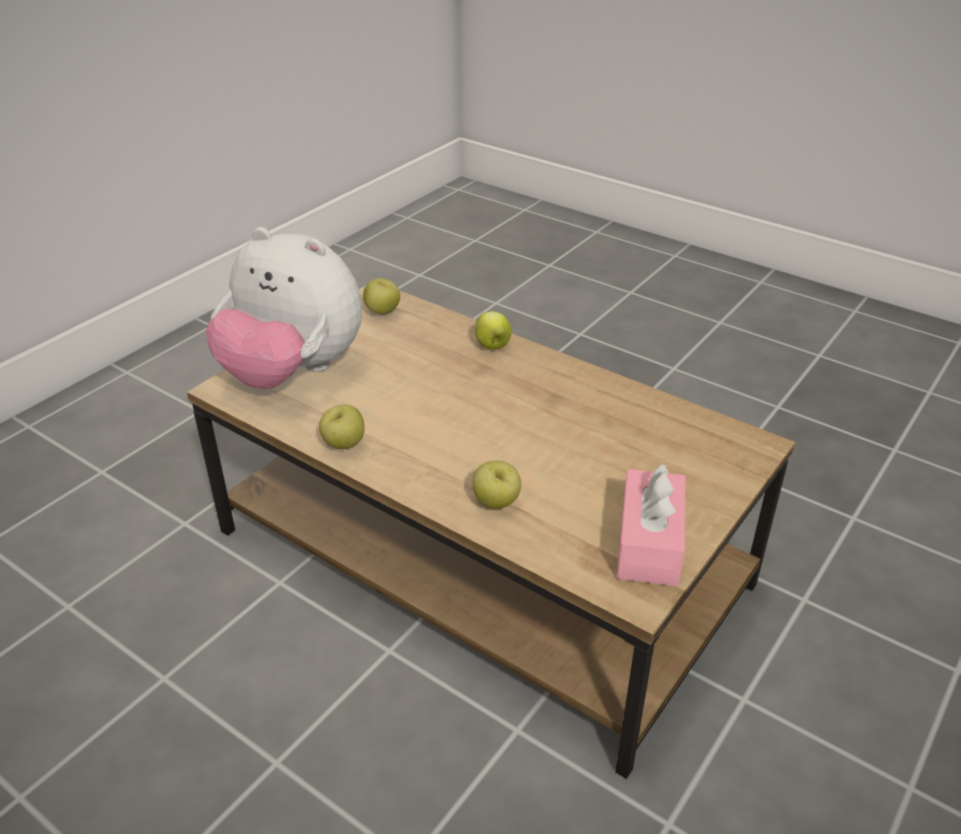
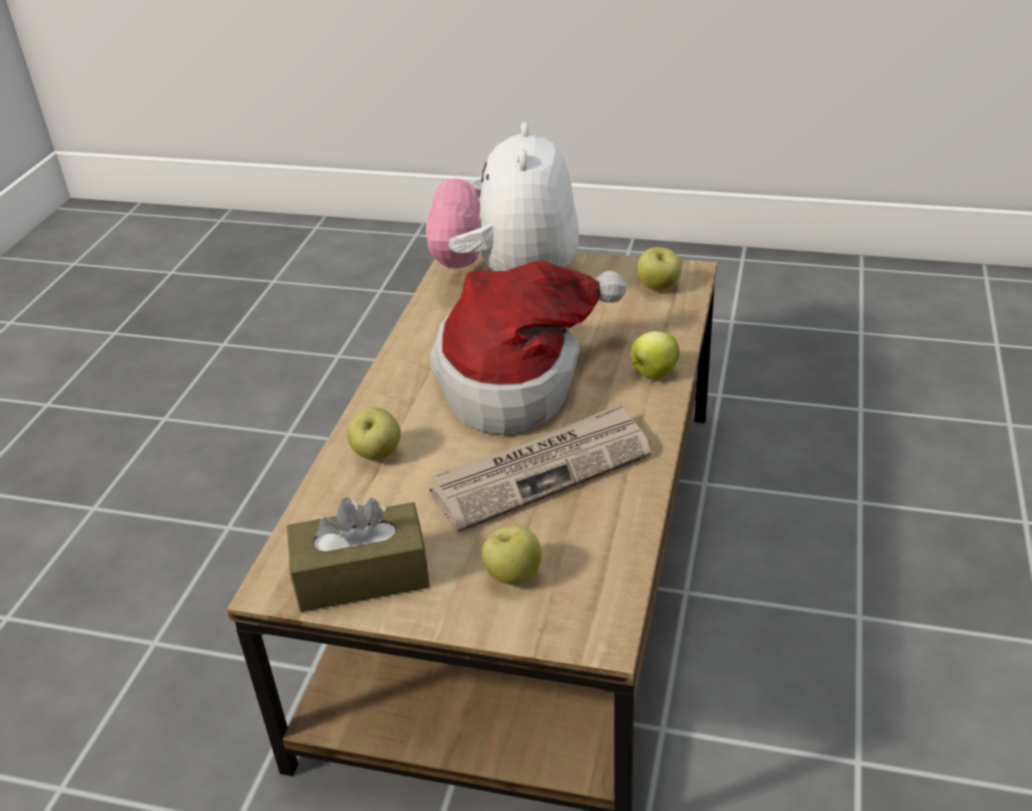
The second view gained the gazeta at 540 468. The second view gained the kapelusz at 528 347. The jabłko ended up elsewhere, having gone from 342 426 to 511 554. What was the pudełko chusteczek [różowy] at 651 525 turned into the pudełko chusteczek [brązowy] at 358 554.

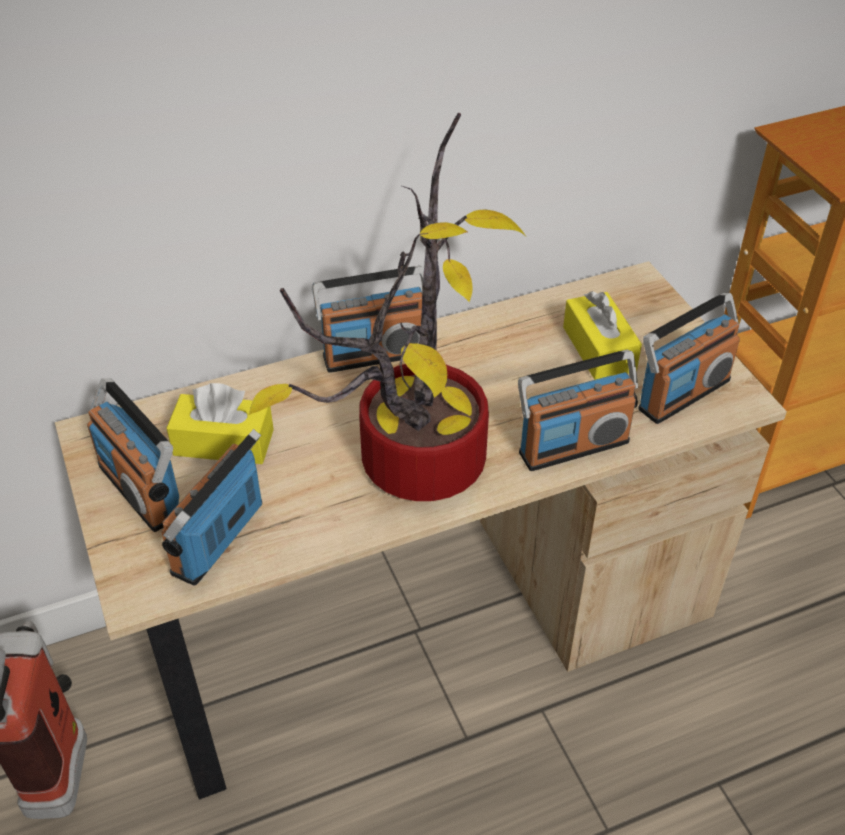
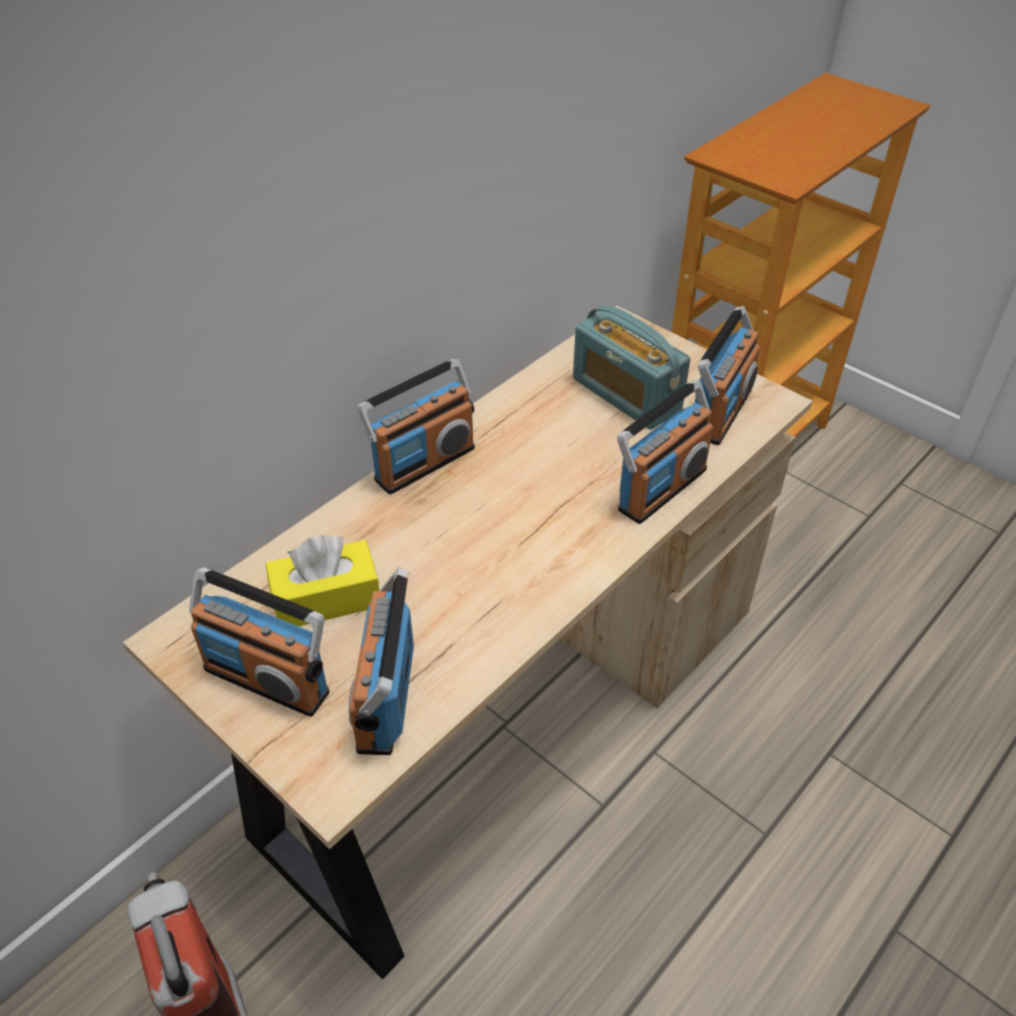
The second view lost the roślina doniczkowa at 387 307. Where the pudełko chusteczek [żółty] stood at 602 335, the radio came to stand at 631 367.

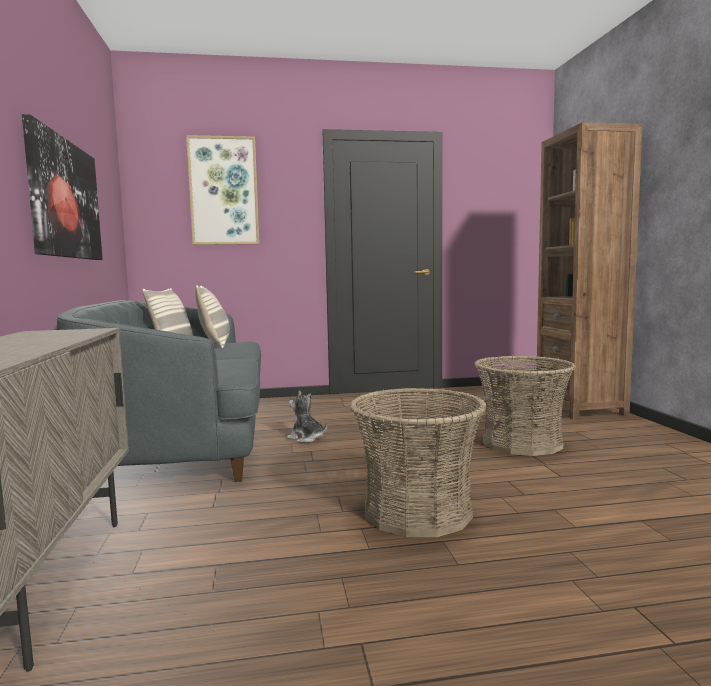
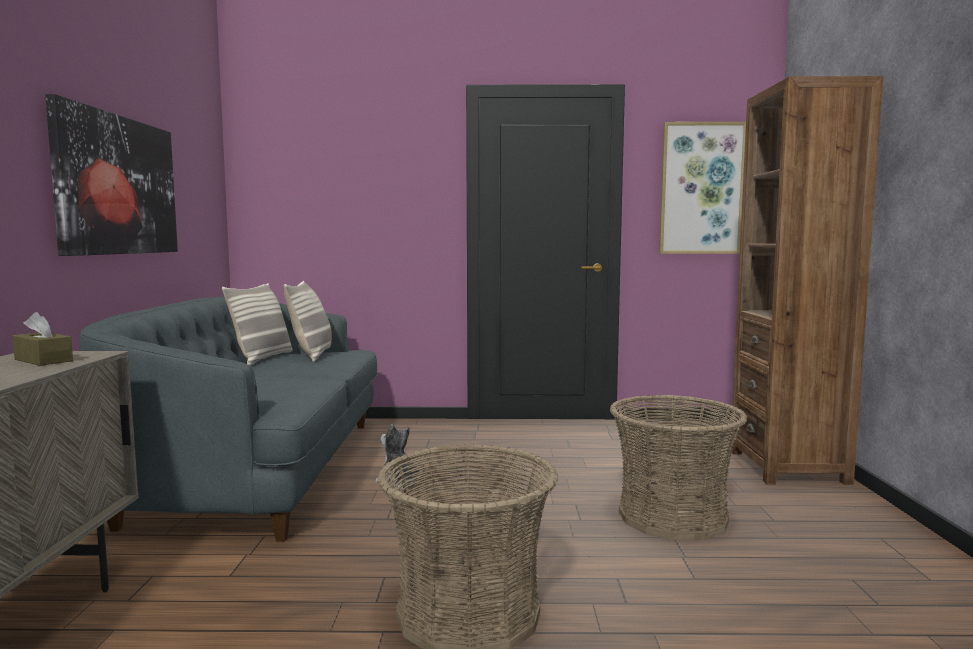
The second view gained the pudełko chusteczek [brązowy] at 42 339. The obraz ended up elsewhere, having gone from 222 190 to 702 188.

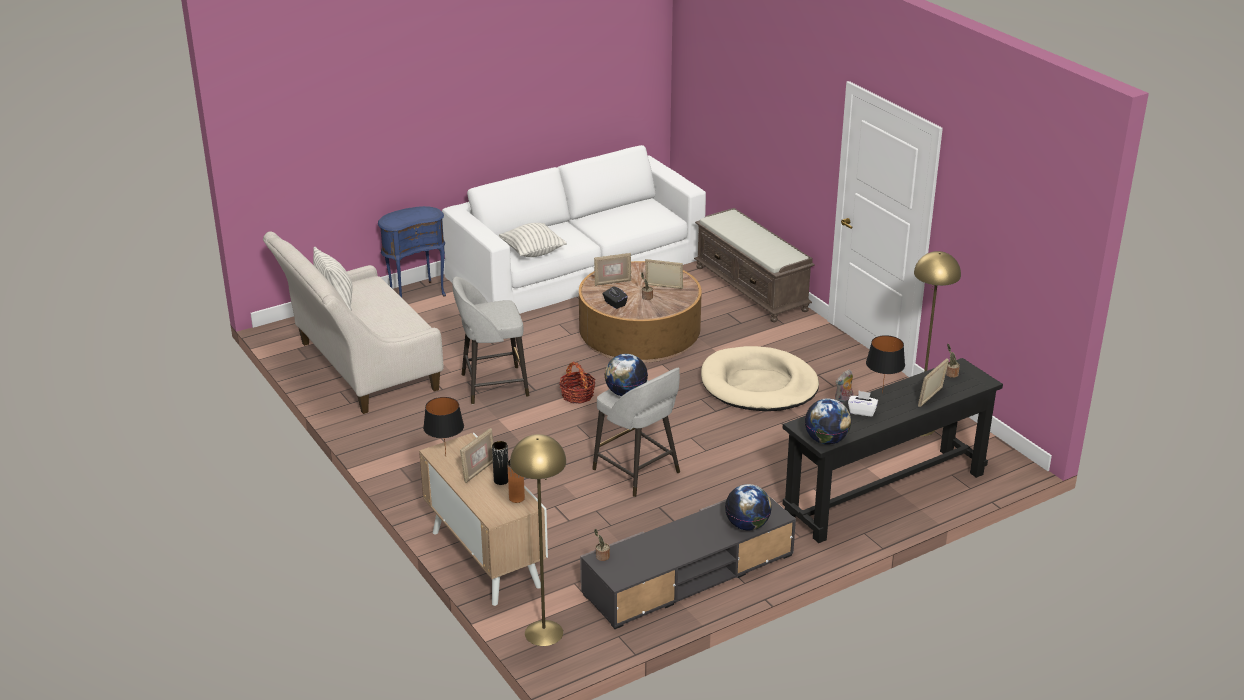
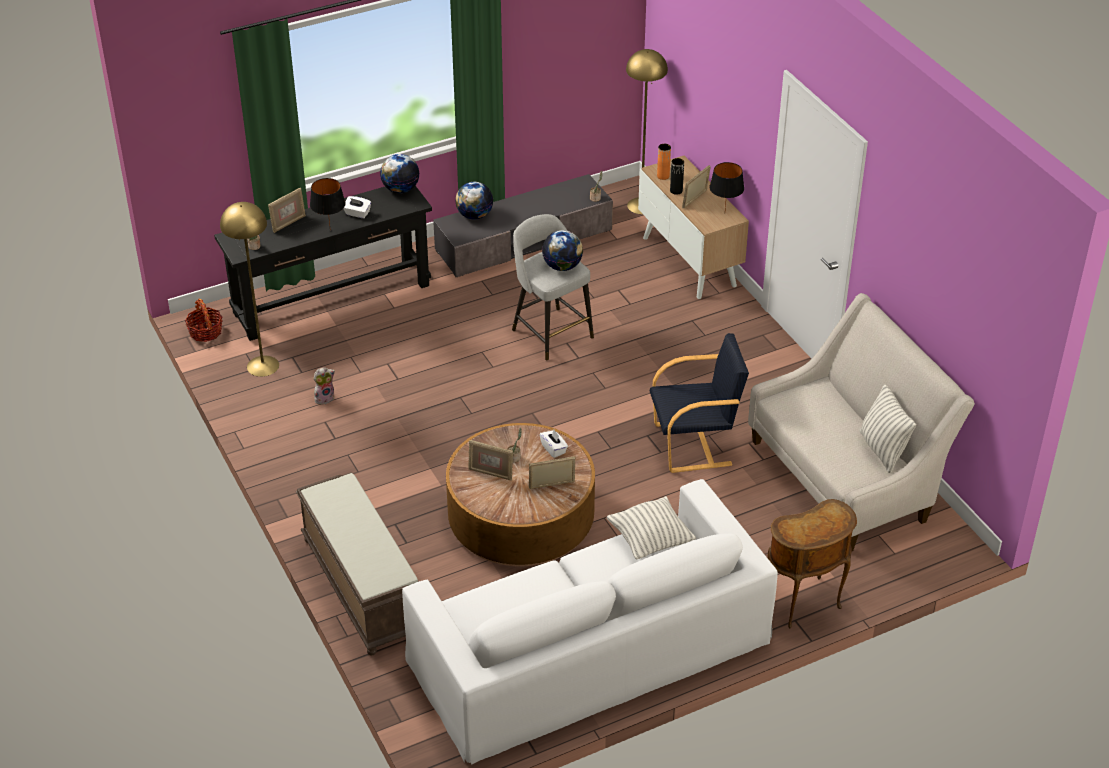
The second view lost the legowisko [beżowy] at 760 378. The koszyk ended up elsewhere, having gone from 577 382 to 204 320. Where the stołek [szary] stood at 490 340, the fotel [czarny] came to stand at 699 403. What was the stolik [niebieski] at 412 252 turned into the stolik [brązowy] at 812 564. What was the pudełko chusteczek [czarny] at 615 297 turned into the pudełko chusteczek [biały] at 554 444.

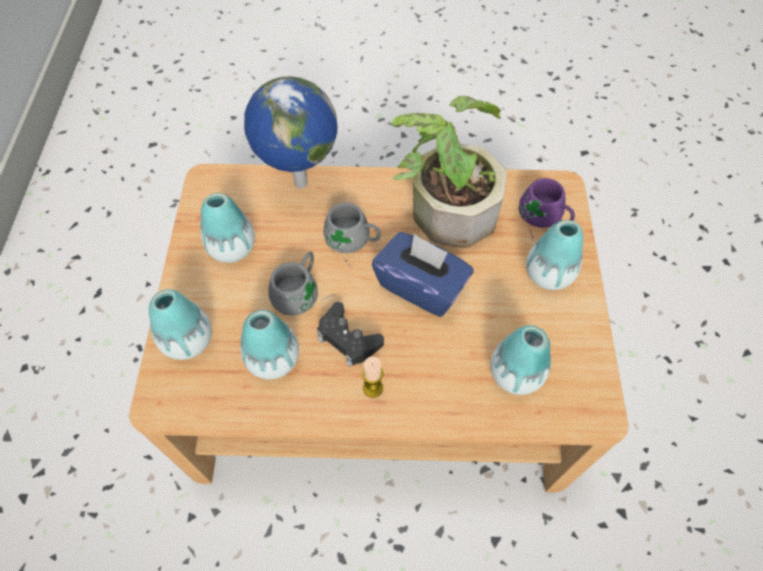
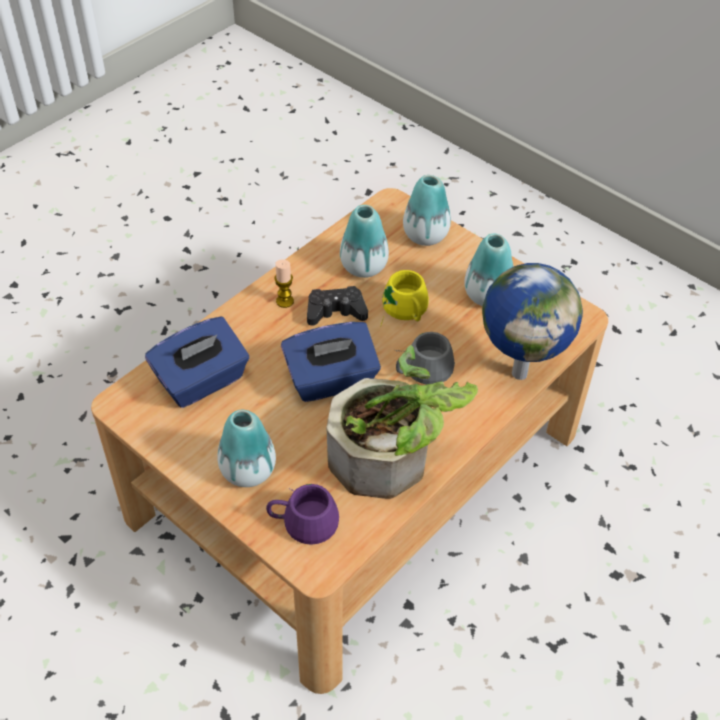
Where the wazon stood at 520 360, the pudełko chusteczek [niebieski] came to stand at 197 362. What was the kubek [szary] at 301 283 turned into the kubek [żółty] at 404 298.

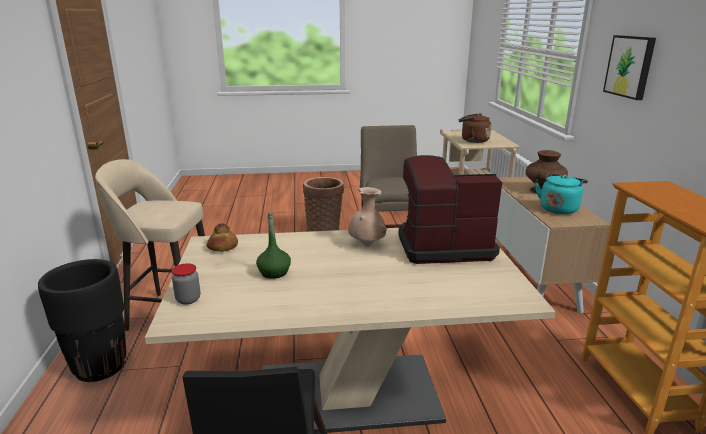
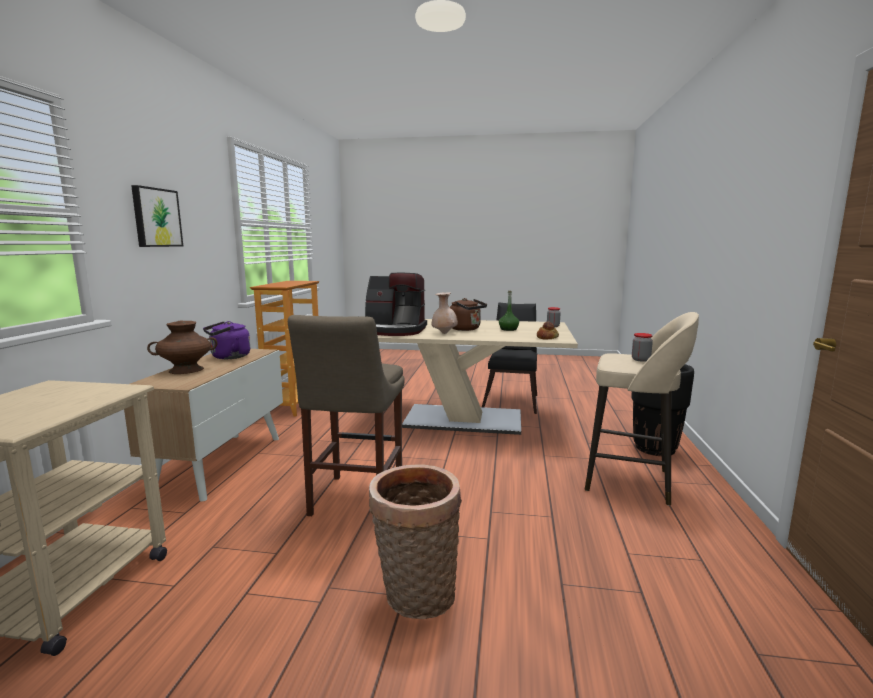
The second view gained the słoik at 642 347. The czajnik [brązowy] ended up elsewhere, having gone from 475 128 to 468 314. What was the czajnik [turkusowy] at 561 194 turned into the czajnik [fioletowy] at 226 340.

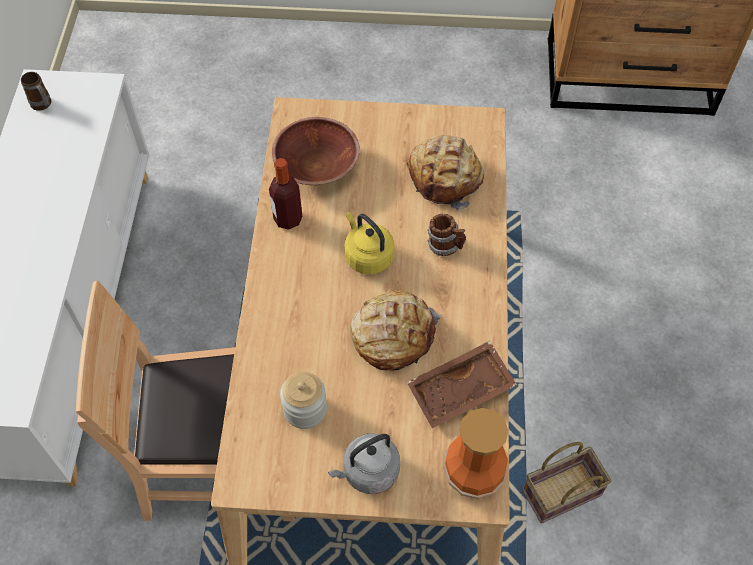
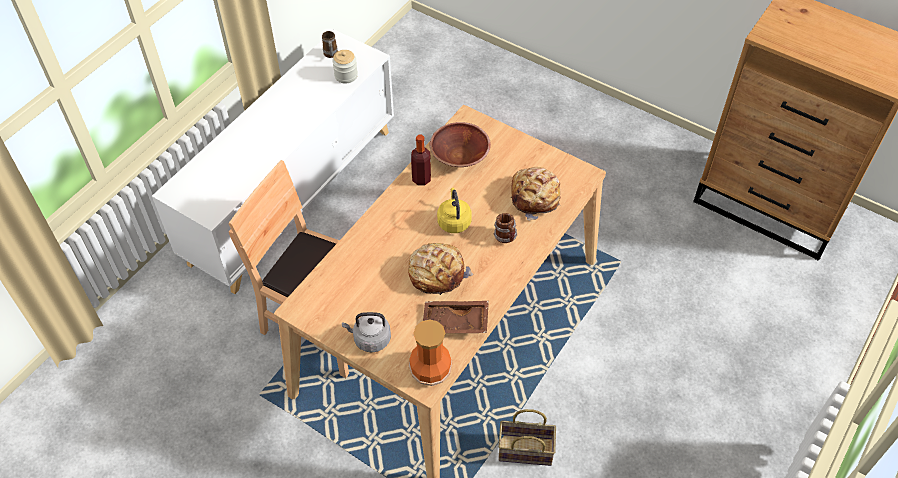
The słoik ended up elsewhere, having gone from 303 400 to 345 67.

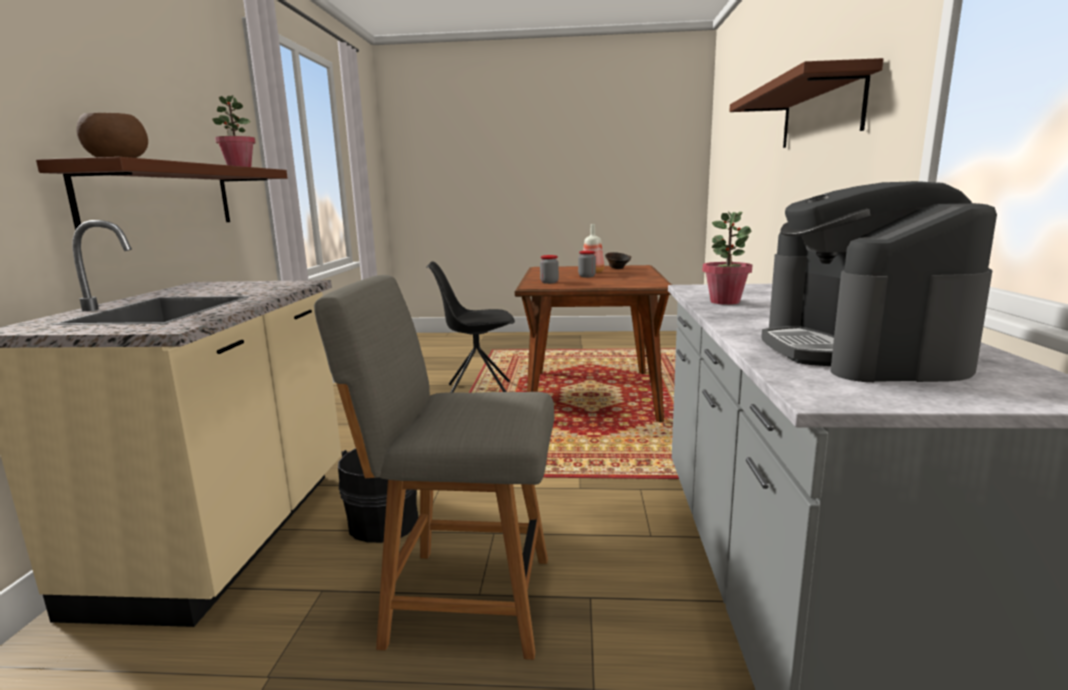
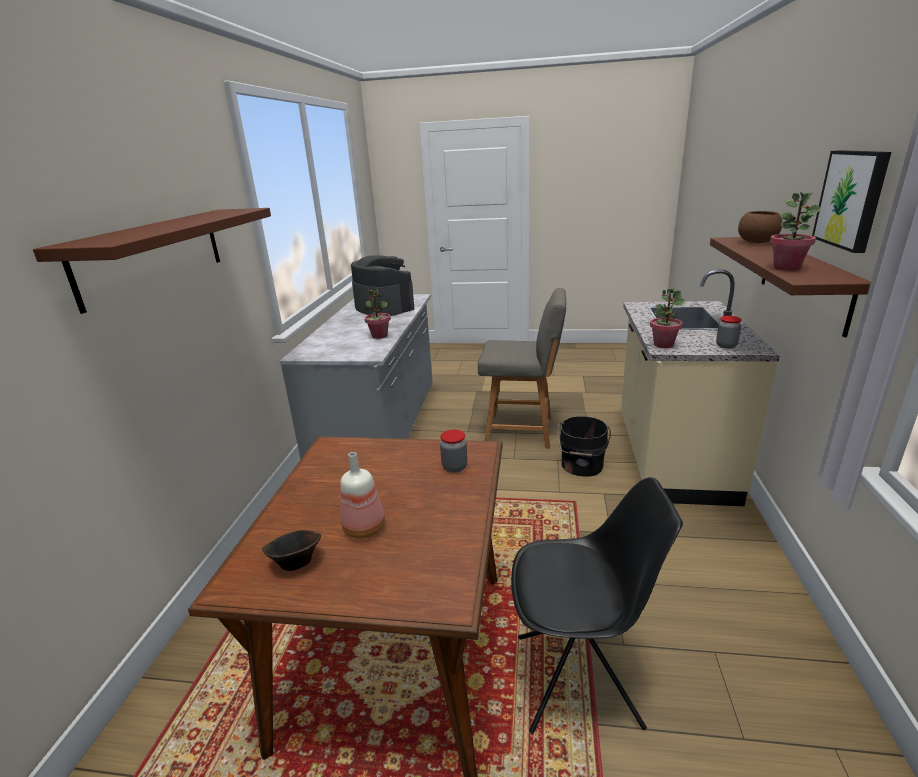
The second view gained the roślina doniczkowa at 667 318. The second view gained the obraz at 851 201. The słoik ended up elsewhere, having gone from 587 264 to 729 332. The ekspres do kawy at 879 281 ended up facing another way, 45 degrees counterclockwise from before.

